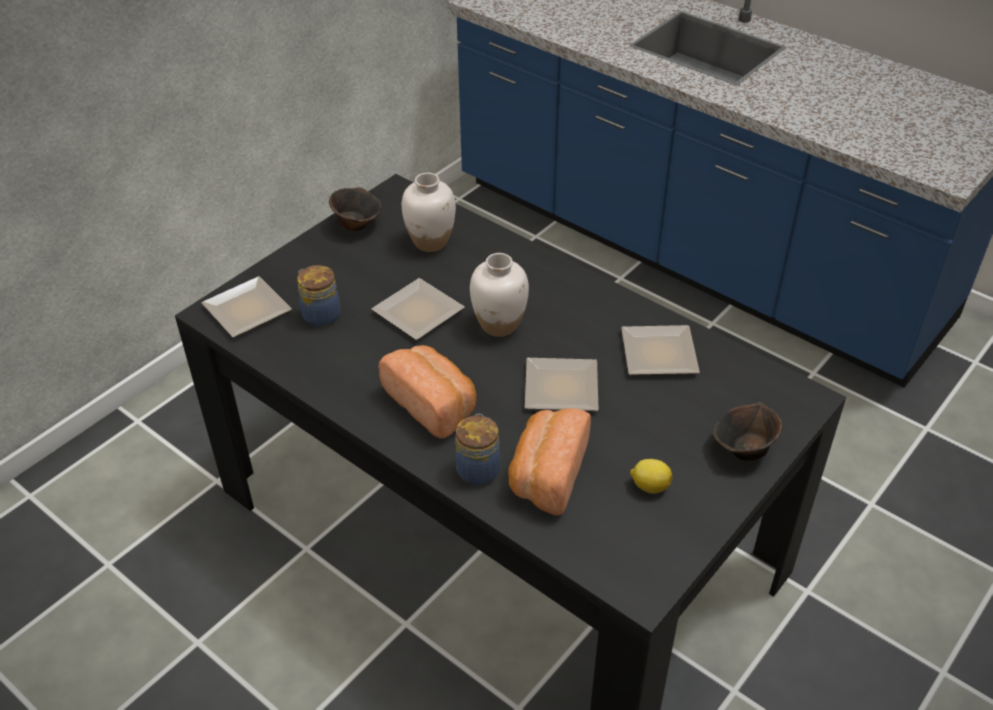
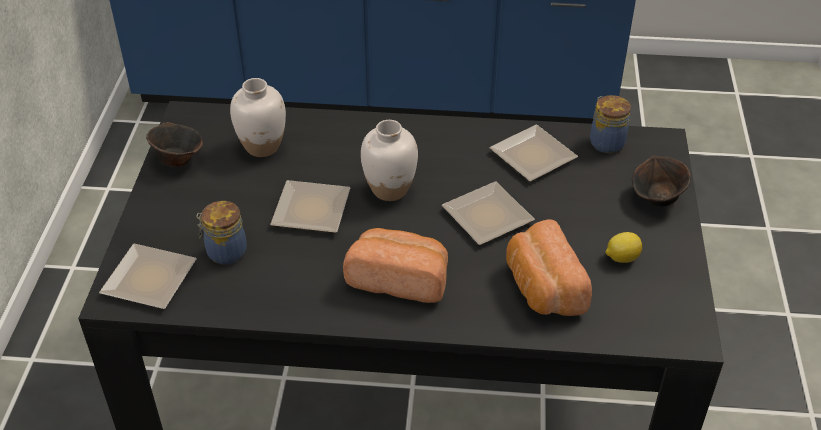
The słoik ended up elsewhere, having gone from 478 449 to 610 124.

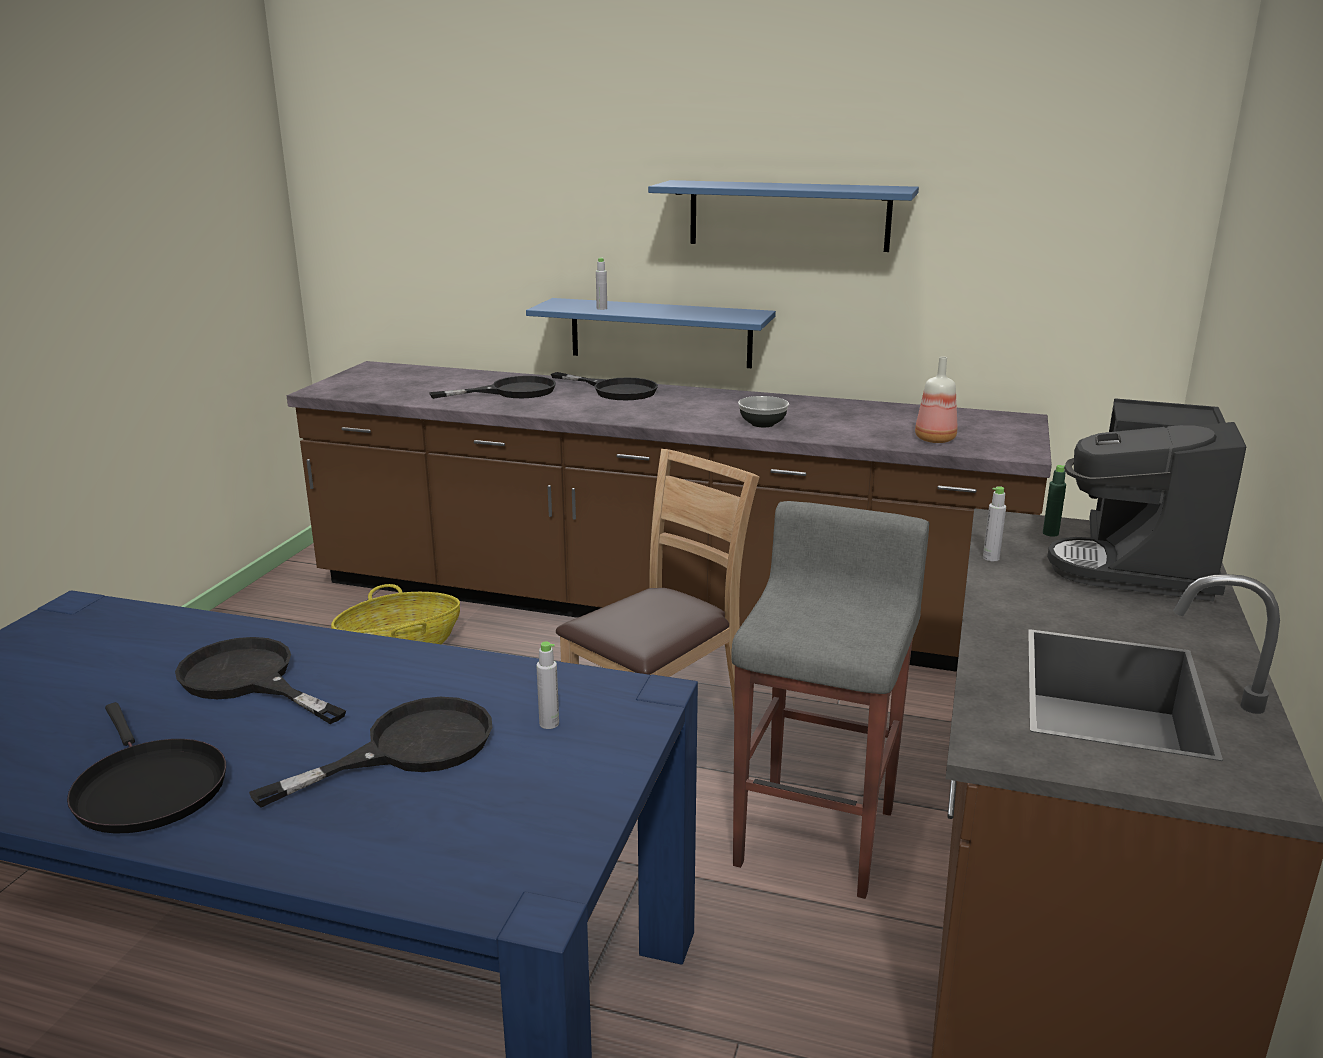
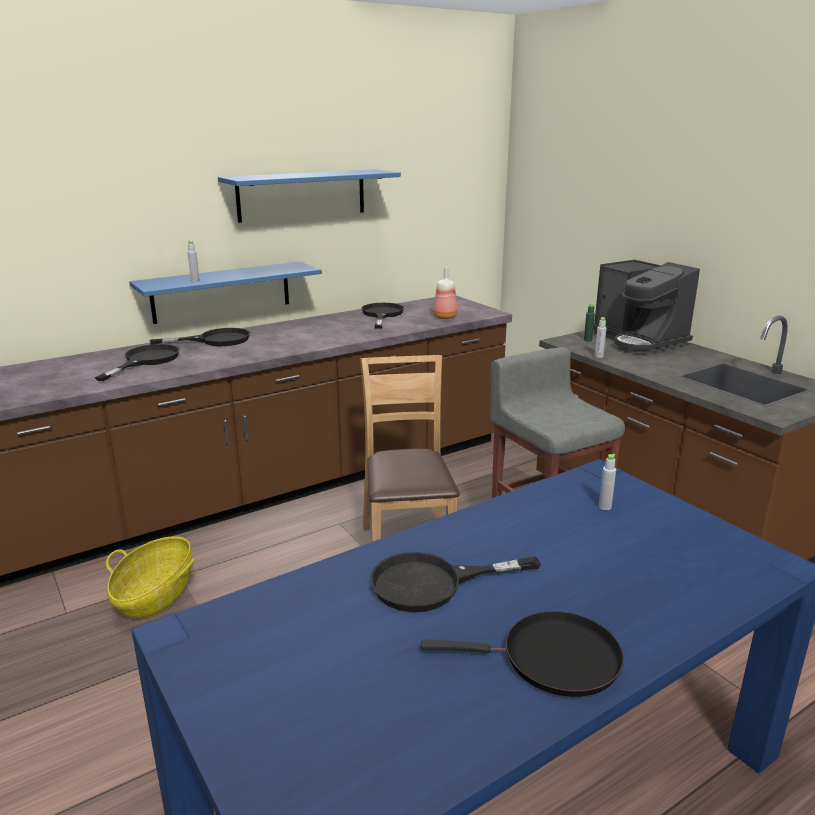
The second view lost the miska at 763 411. The patelnia [czarny] ended up elsewhere, having gone from 370 752 to 383 316.

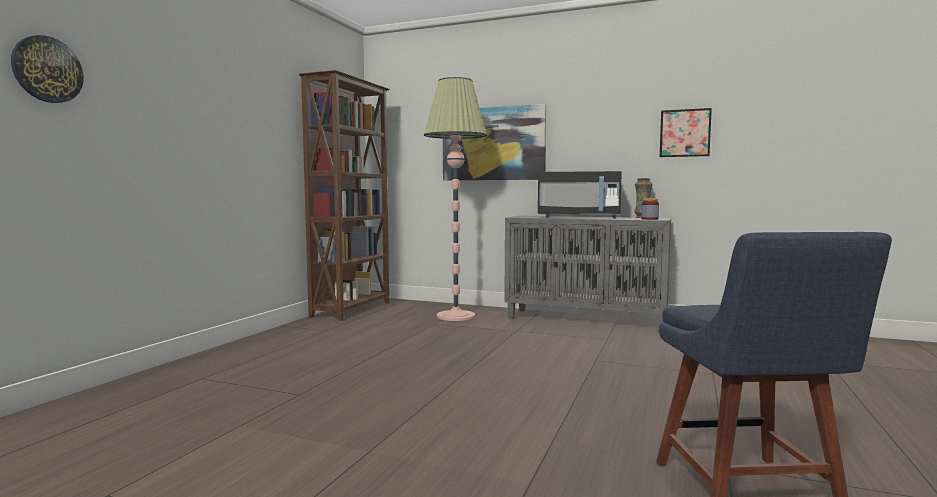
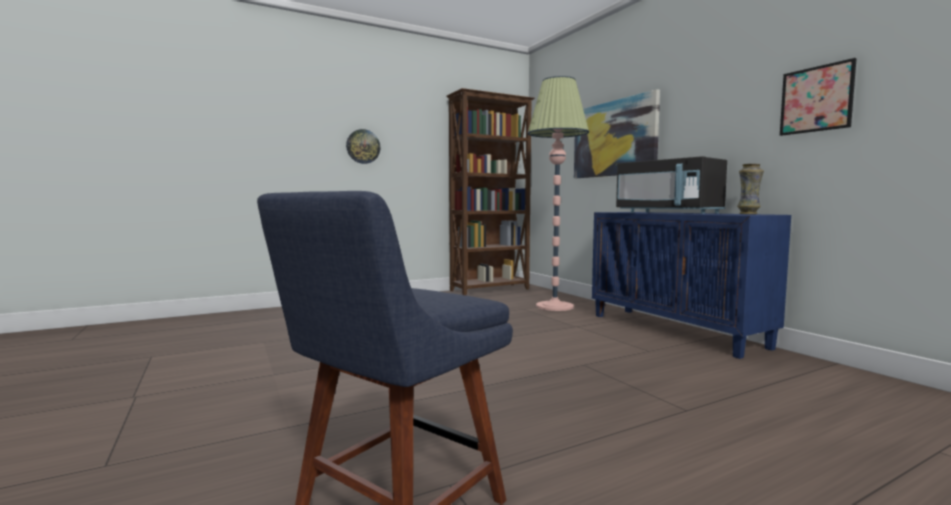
The second view lost the słoik at 650 209. The zegar ścienny ended up elsewhere, having gone from 47 69 to 363 146. What was the szafka [szary] at 587 274 turned into the szafka [niebieski] at 691 285.

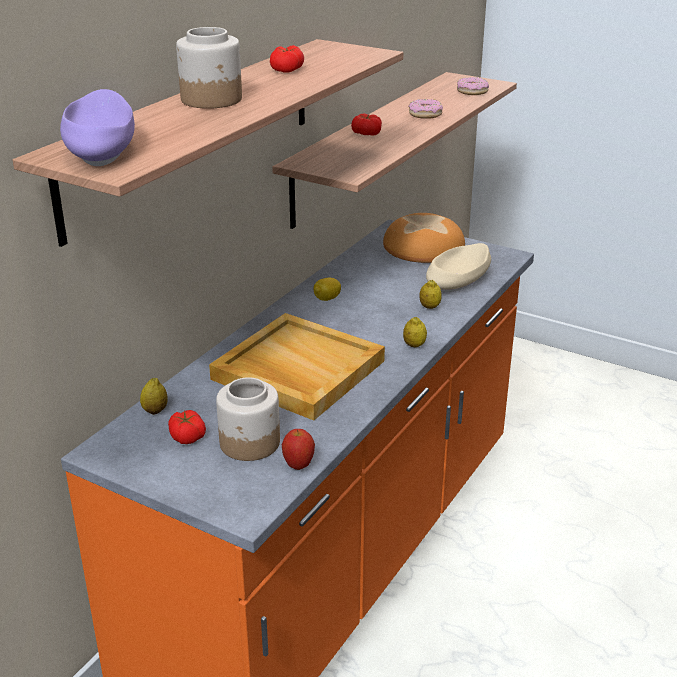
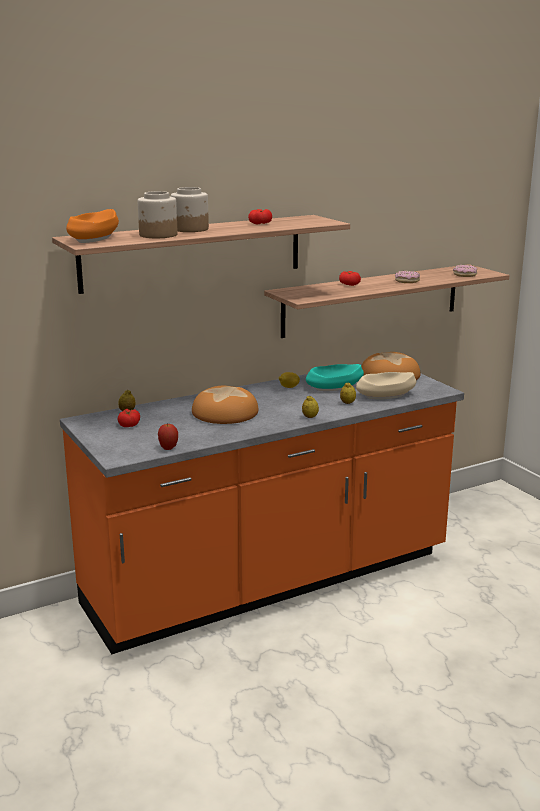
The second view gained the miska [turkusowy] at 335 377. The słoik ended up elsewhere, having gone from 248 419 to 158 214. Where the taca [beżowy] stood at 297 367, the chleb came to stand at 225 405. What was the miska [fioletowy] at 97 127 turned into the miska [pomarańczowy] at 92 226.

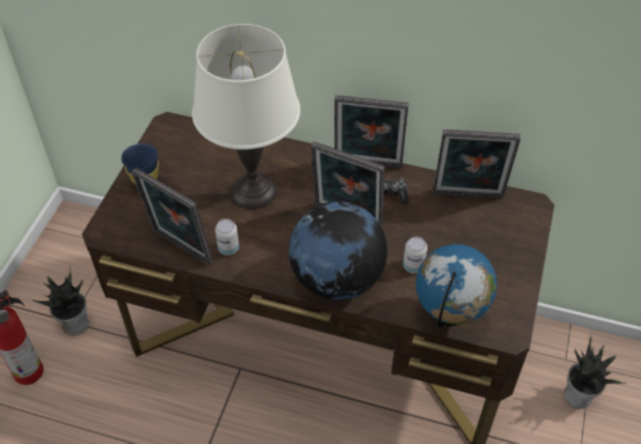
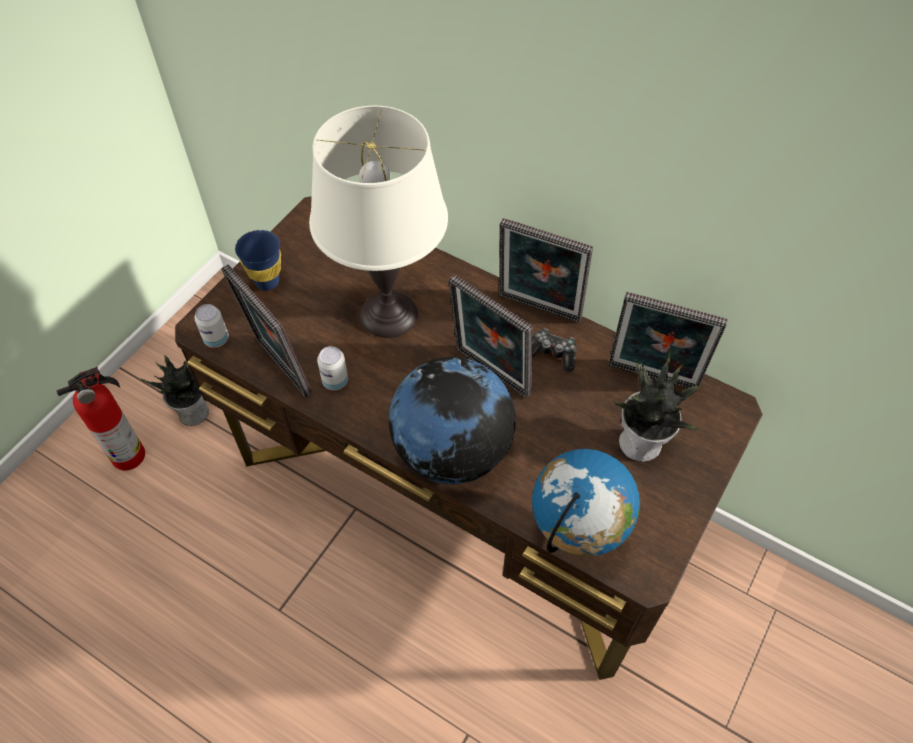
The puszka ended up elsewhere, having gone from 415 254 to 211 326. The roślina doniczkowa ended up elsewhere, having gone from 595 372 to 658 406.

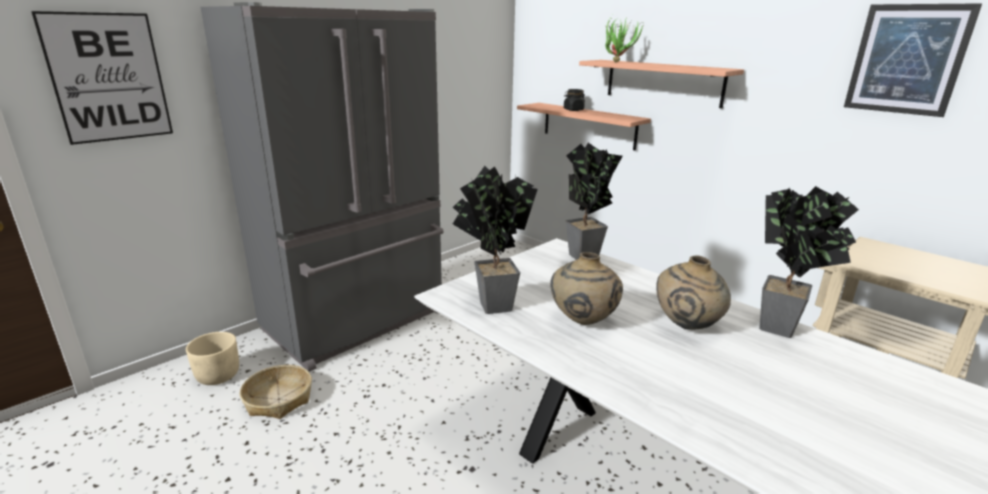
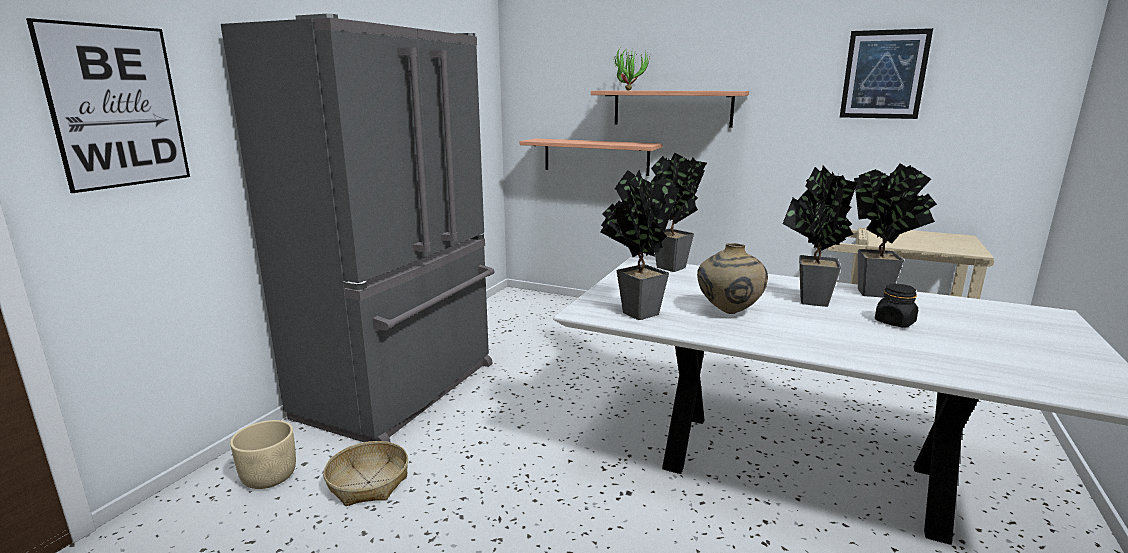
The słoik [czarny] ended up elsewhere, having gone from 574 100 to 896 305. Where the wazon [beżowy] stood at 693 292, the roślina doniczkowa came to stand at 820 236.

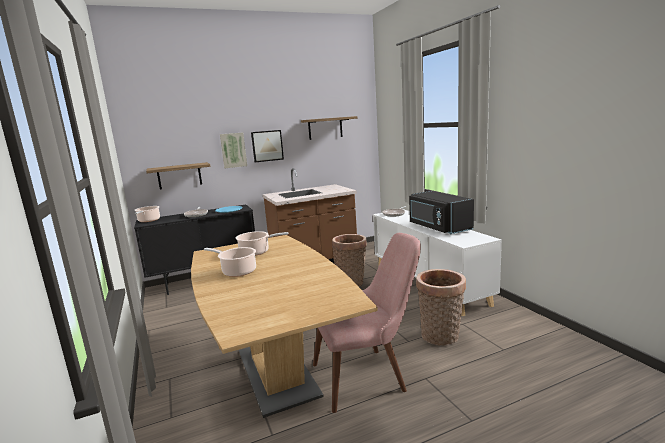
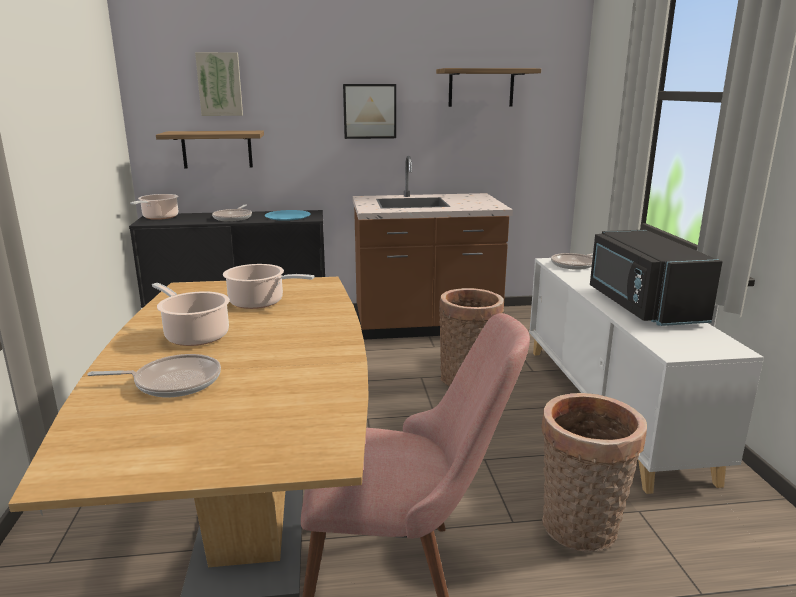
The second view gained the patelnia at 154 375. The obraz ended up elsewhere, having gone from 233 150 to 219 84.

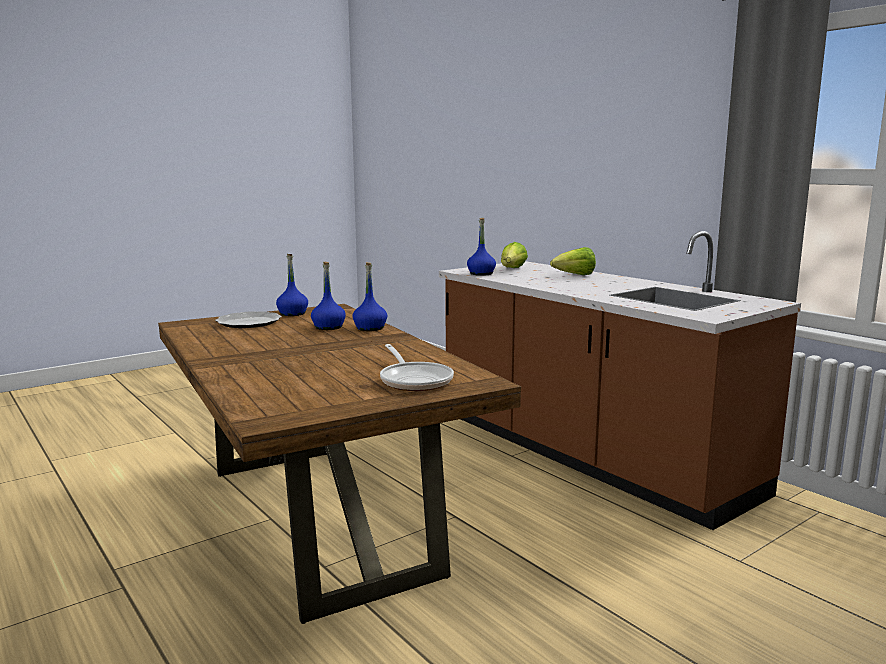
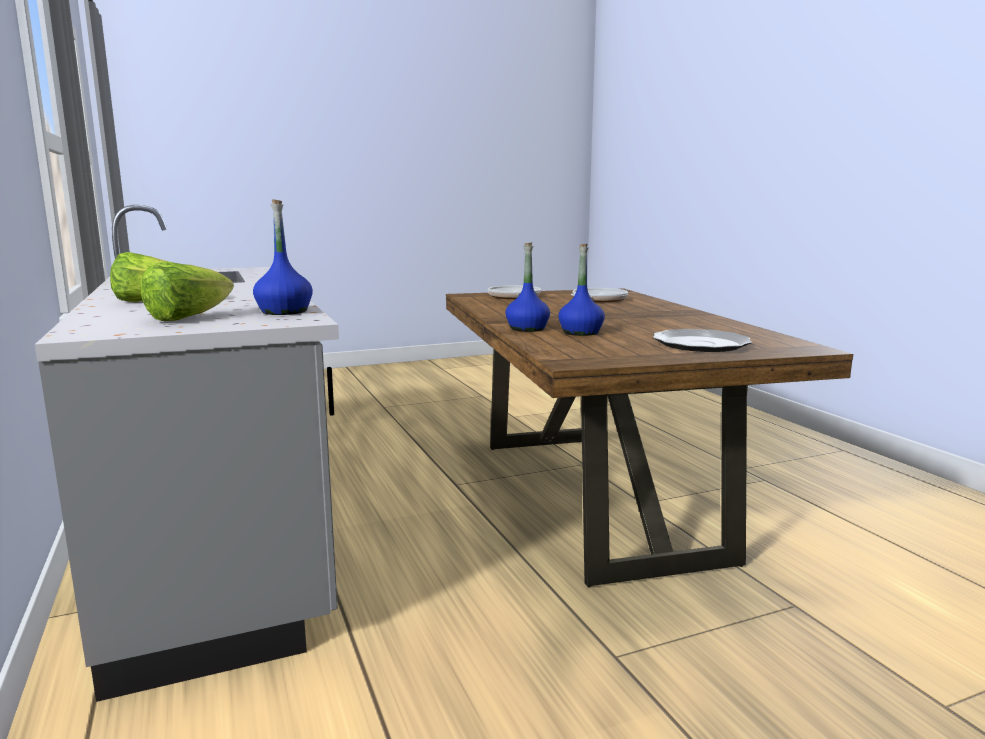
The second view lost the butelka [niebieski] at 292 285. The second view gained the patelnia at 599 295. What was the zabudowa kuchenna [brązowy] at 620 380 turned into the zabudowa kuchenna [szary] at 187 453.

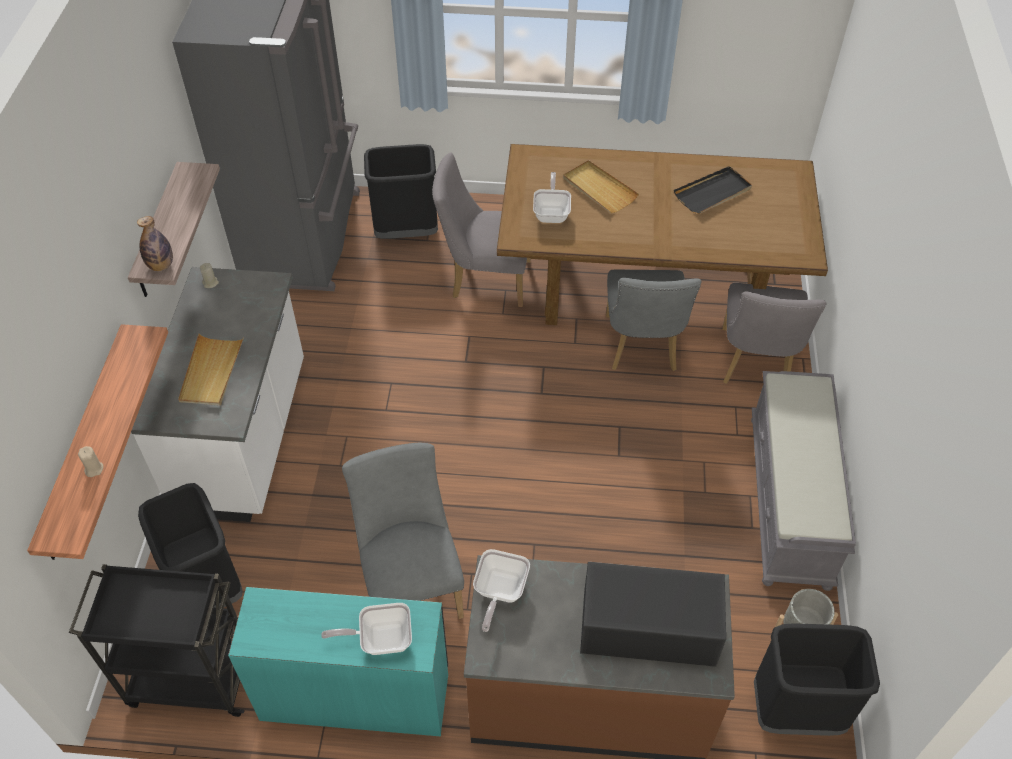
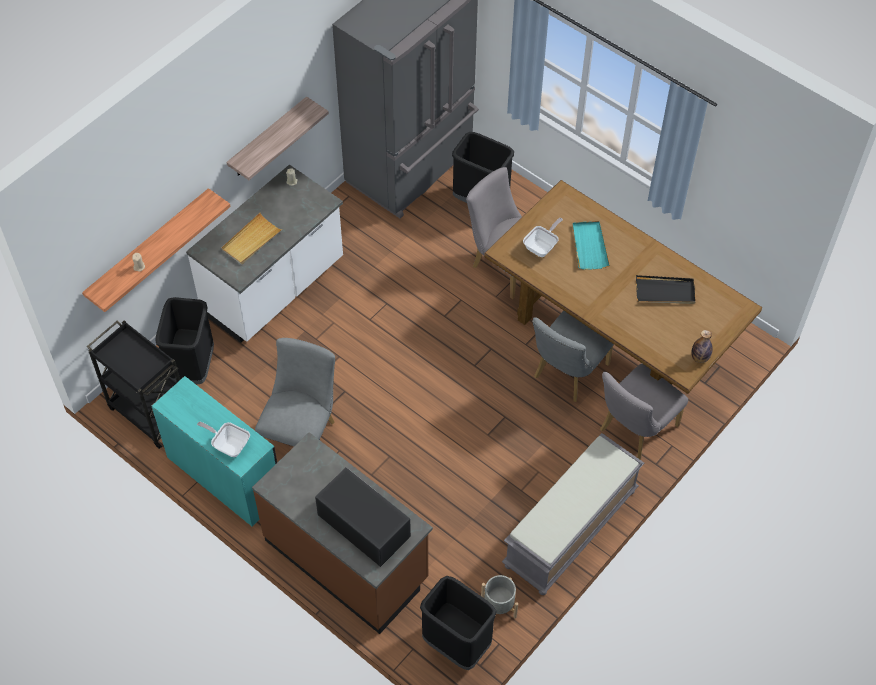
The second view lost the patelnia at 501 590. The butelka ended up elsewhere, having gone from 155 243 to 702 346. What was the taca [beżowy] at 601 186 turned into the taca [turkusowy] at 591 245.

